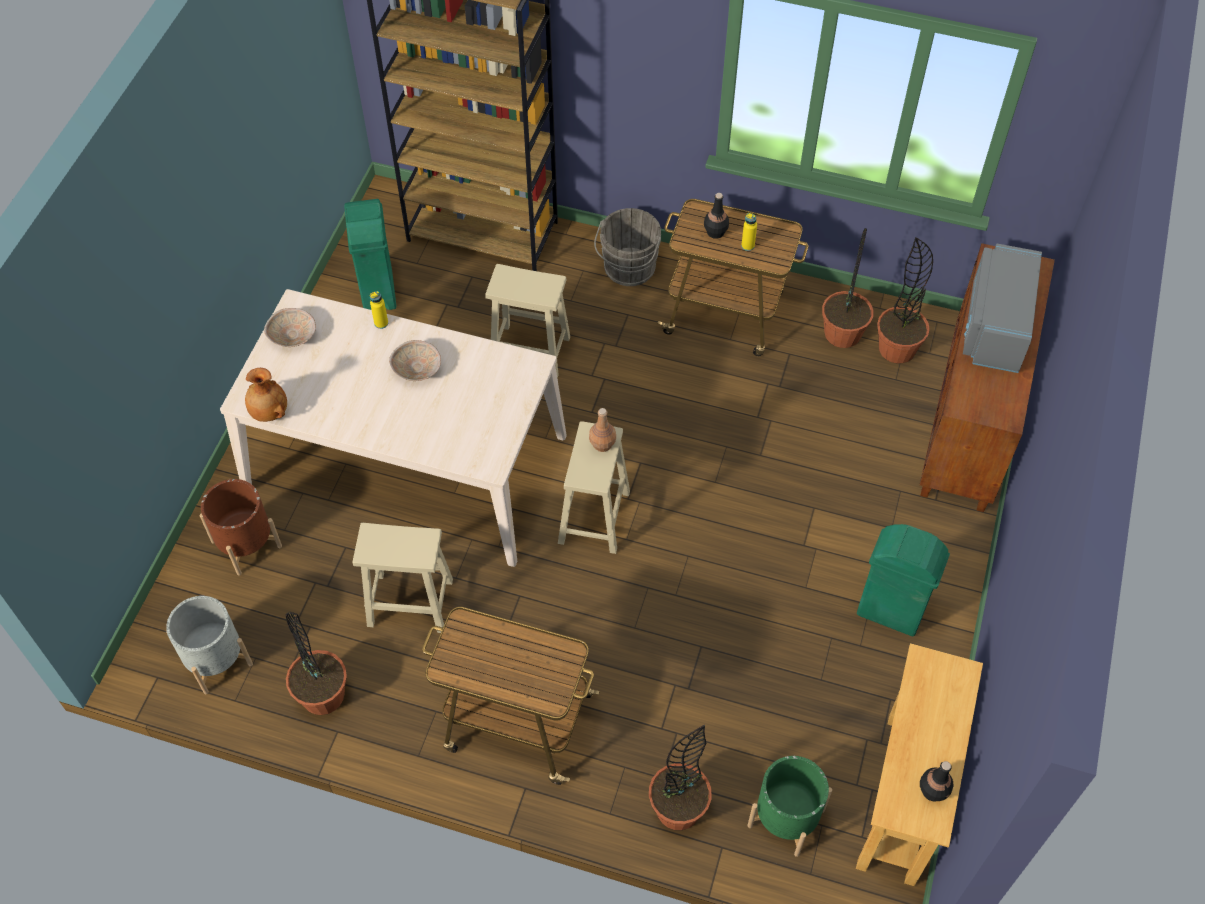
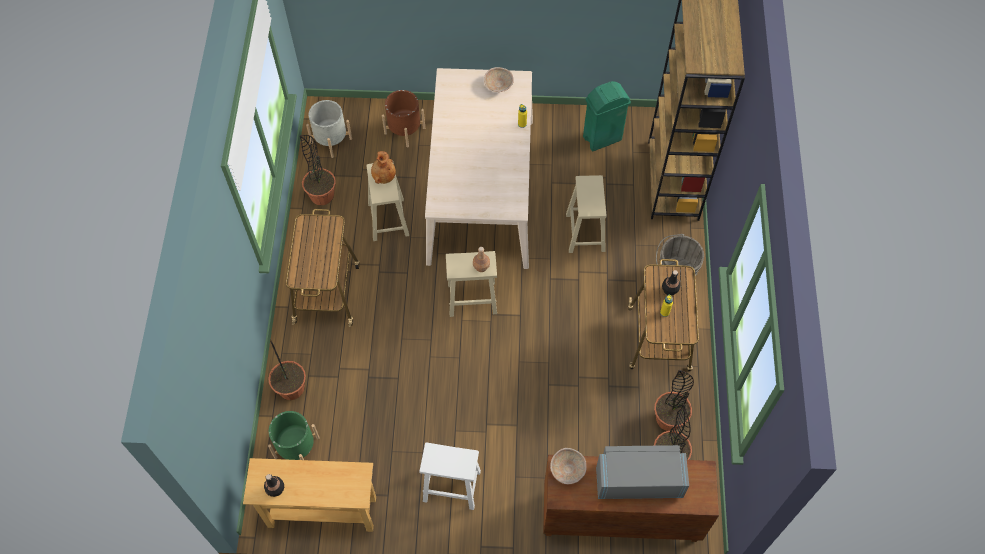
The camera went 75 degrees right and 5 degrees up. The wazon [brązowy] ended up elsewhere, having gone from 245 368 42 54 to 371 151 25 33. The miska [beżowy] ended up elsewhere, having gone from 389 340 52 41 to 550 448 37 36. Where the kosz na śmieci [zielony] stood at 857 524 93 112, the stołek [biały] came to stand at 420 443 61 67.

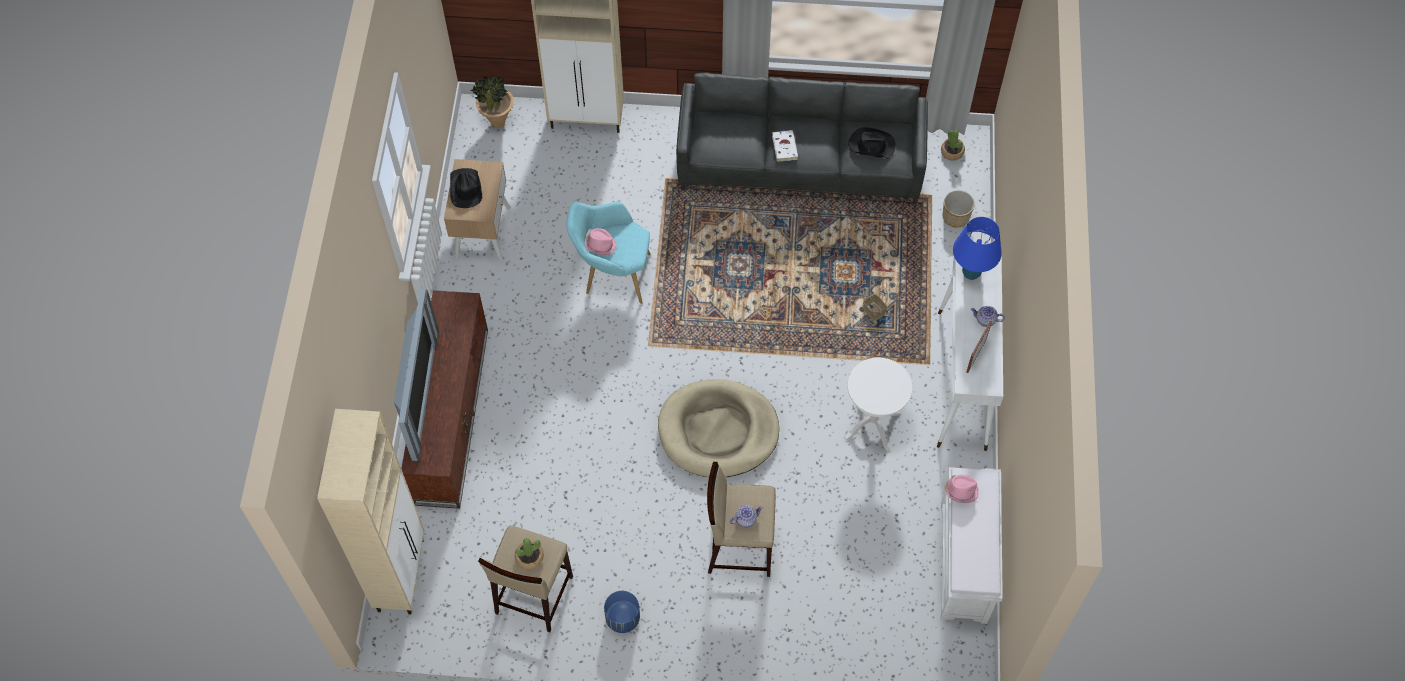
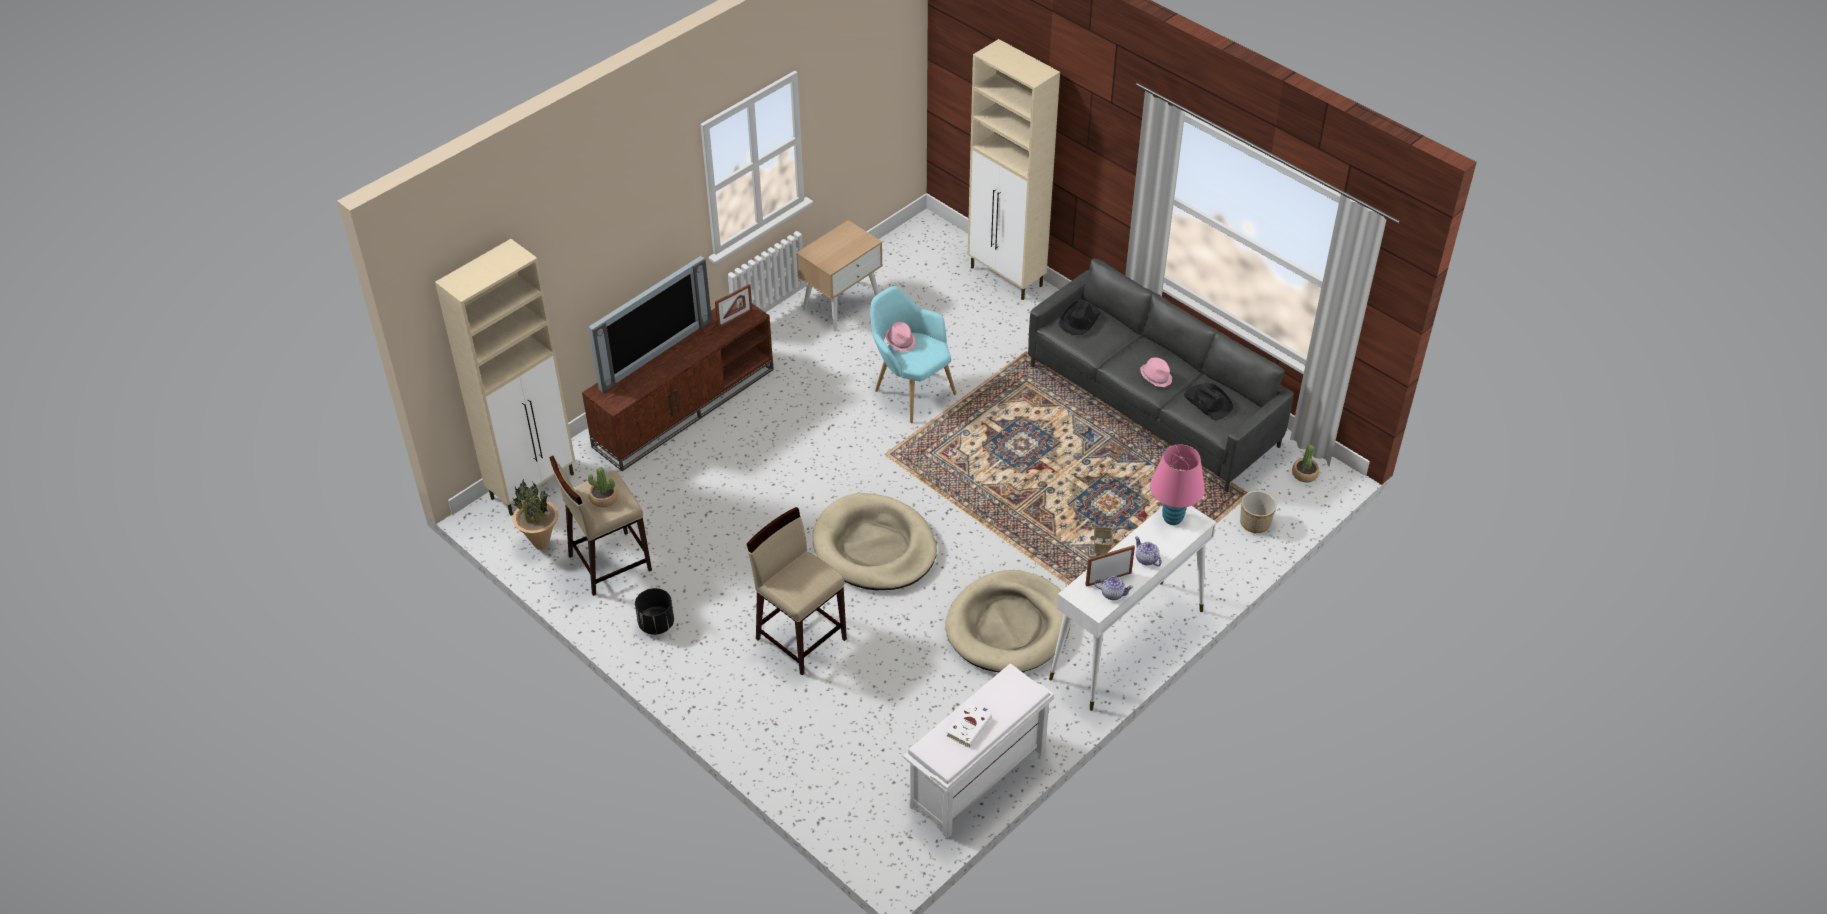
The camera went 40 degrees right and 15 degrees down. The kapelusz [czarny] ended up elsewhere, having gone from 450 168 32 40 to 1059 301 42 34. The roślina doniczkowa ended up elsewhere, having gone from 471 76 43 52 to 513 479 45 71. What was the donica [niebieski] at 604 591 36 42 turned into the donica [czarny] at 635 588 39 47. The imbryk ended up elsewhere, having gone from 730 505 33 22 to 1094 576 40 24. The książka [biały] ended up elsewhere, having gone from 772 129 26 33 to 946 703 46 45. Where the stolik [biały] stood at 844 358 68 93, the legowisko [beżowy] came to stand at 946 570 125 102. The kapelusz [różowy] ended up elsewhere, having gone from 944 475 34 28 to 1140 358 32 29. What was the lampa stołowa [niebieski] at 953 217 49 63 turned into the lampa stołowa [różowy] at 1150 444 55 81. The second view gained the ramka na zdjęcie at 715 284 38 44.

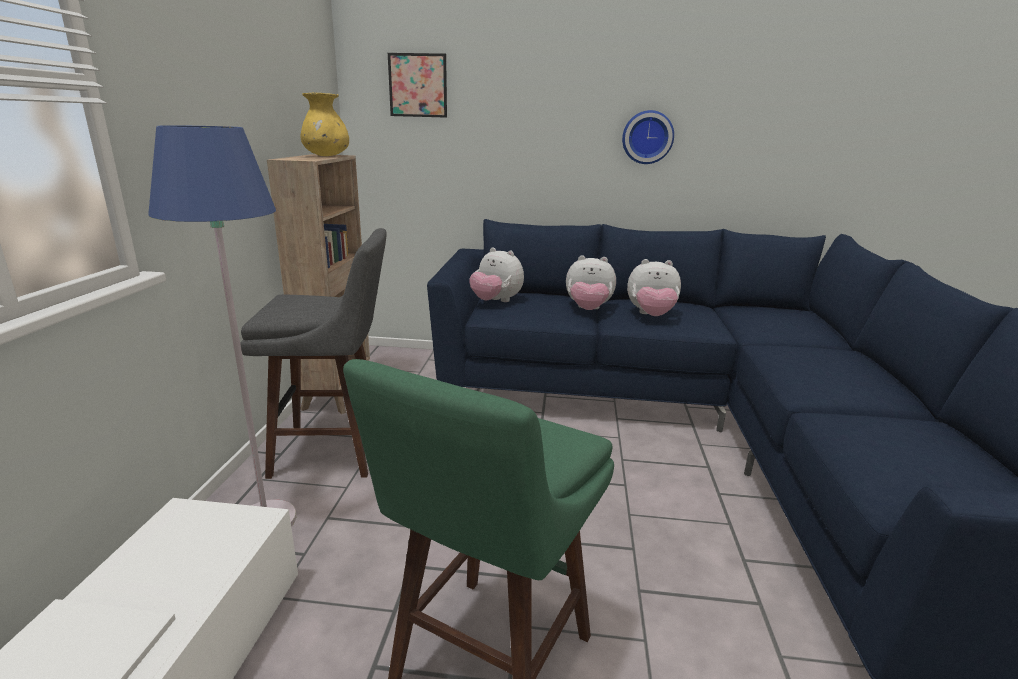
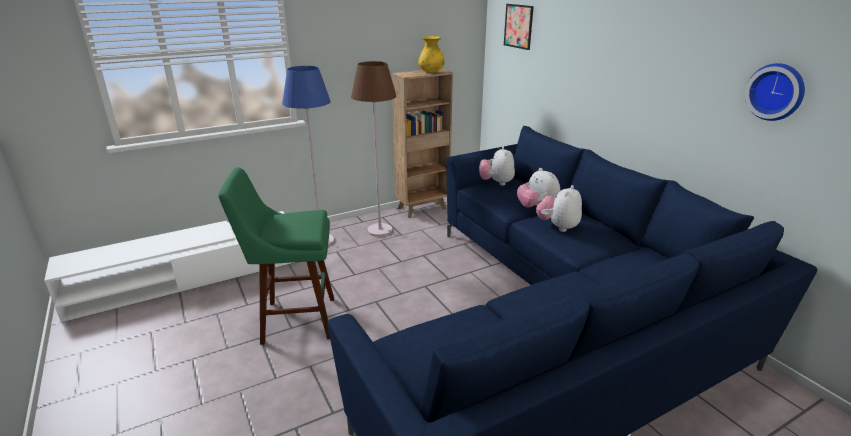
The camera went 55 degrees right and 5 degrees up. Where the stołek [szary] stood at 240 228 146 251, the lampa stojąca [brązowy] came to stand at 351 61 45 176. The zegar ścienny ended up elsewhere, having gone from 622 110 52 54 to 745 63 60 58. The pluszak at 627 259 54 57 ended up facing another way, 60 degrees clockwise from before.

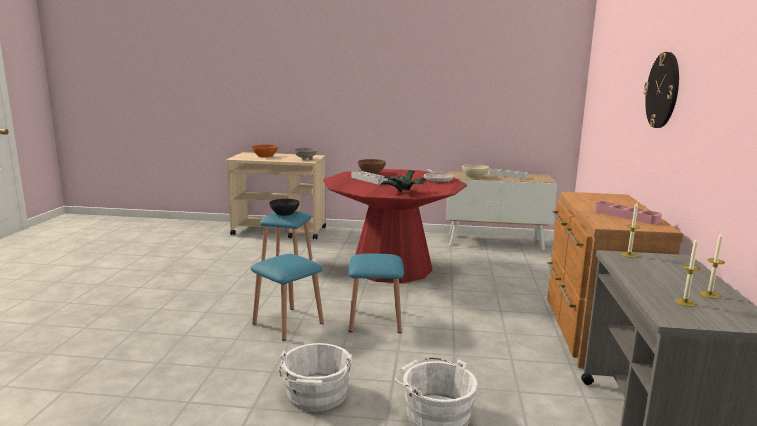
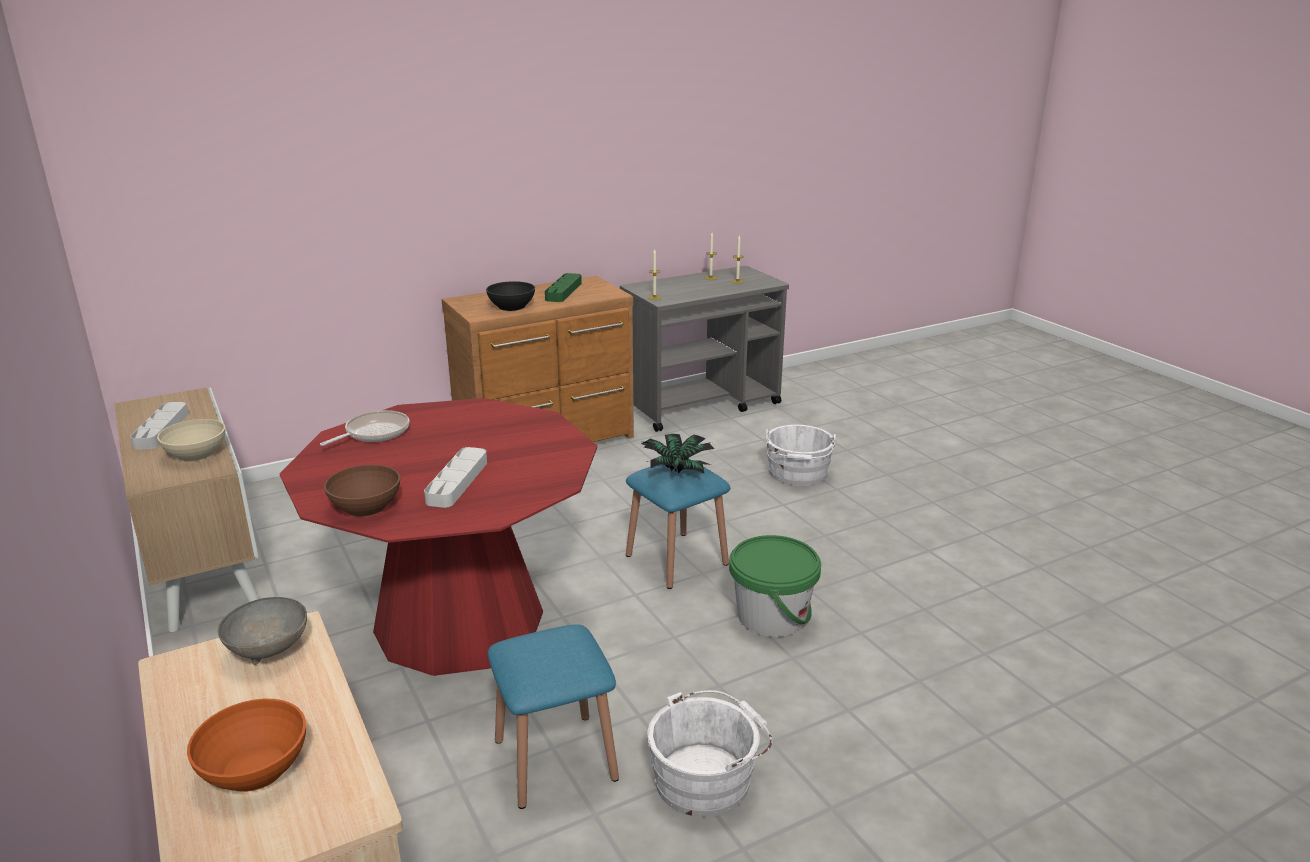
The camera went 125 degrees left and 10 degrees up. Where the stołek [niebieski] stood at 251 254 73 87, the wiadro [zielony] came to stand at 729 535 92 102. The miska [czarny] ended up elsewhere, having gone from 269 199 31 17 to 486 281 49 30. The wiadro [biały] ended up elsewhere, having gone from 279 343 73 69 to 647 690 125 127. The roślina doniczkowa ended up elsewhere, having gone from 380 170 48 22 to 641 434 73 40. What was the taca [różowy] at 594 201 68 23 turned into the taca [zielony] at 545 273 37 29. The second view lost the zegar ścienny at 644 52 35 76.

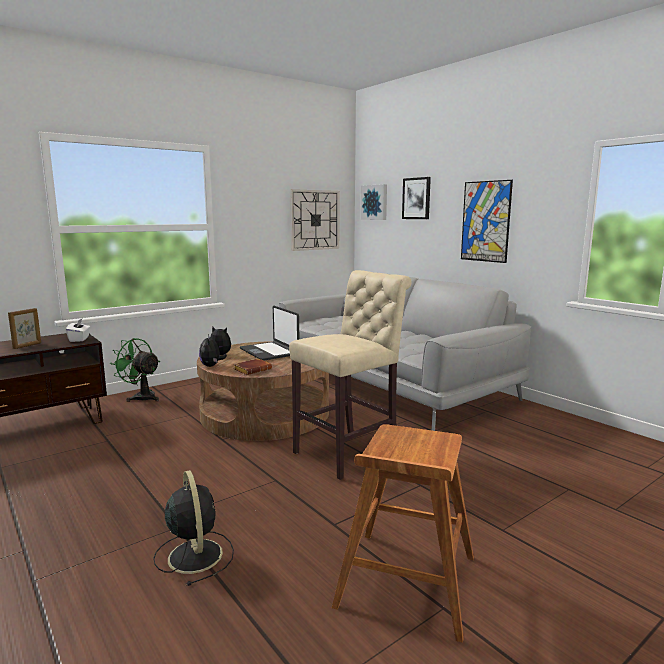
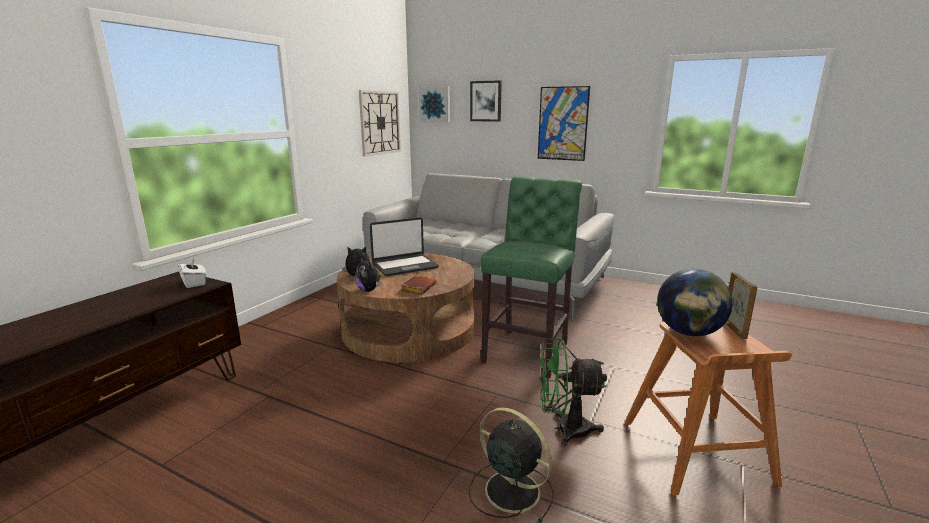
The camera went 25 degrees left and 5 degrees up. The ramka na zdjęcie ended up elsewhere, having gone from 8 308 33 41 to 725 272 32 67. The wentylator [zielony] ended up elsewhere, having gone from 110 338 50 64 to 540 339 67 107. The laptop at 240 306 59 55 ended up facing another way, 60 degrees counterclockwise from before. What was the stołek [beżowy] at 289 270 123 210 turned into the stołek [zielony] at 481 177 101 202. The second view gained the globus at 657 269 75 67.

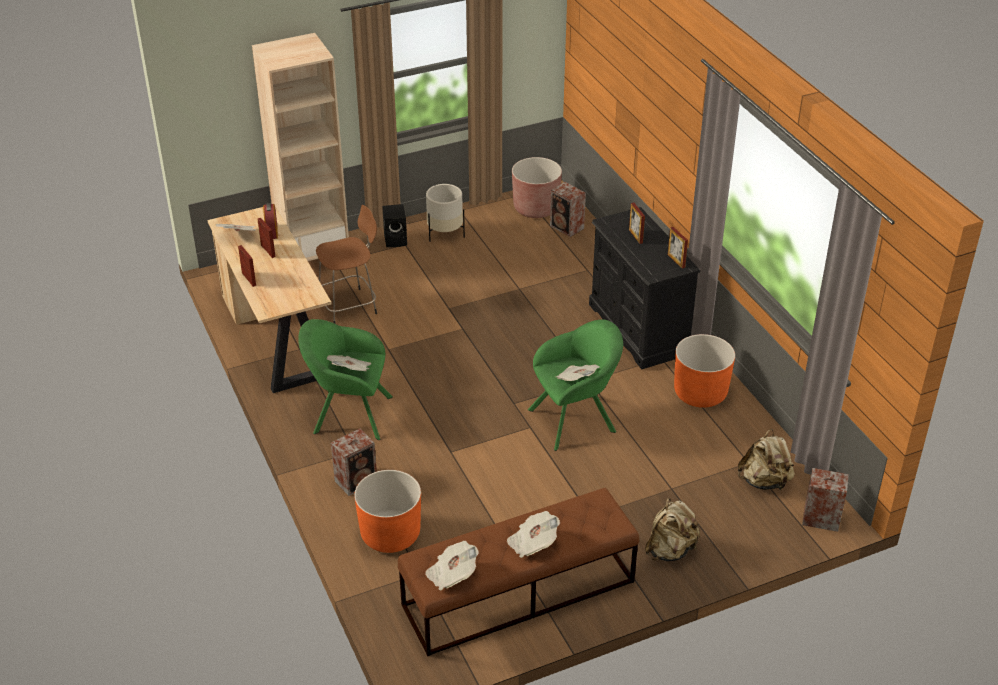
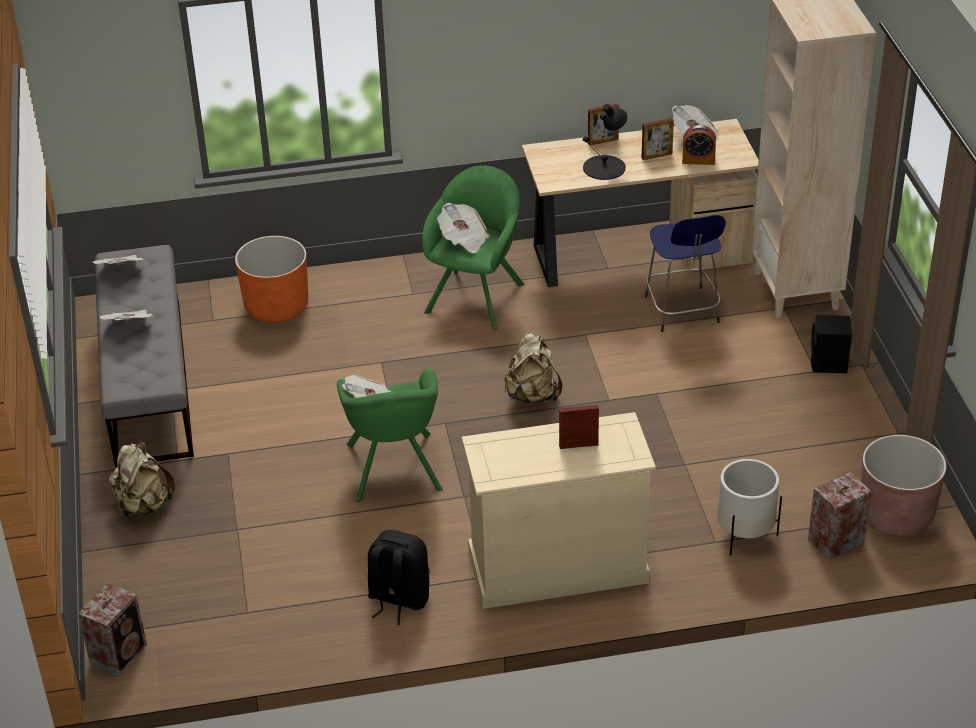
The camera went 105 degrees right and 0 degrees up. What was the stołek [brązowy] at 316 205 61 119 turned into the stołek [niebieski] at 645 215 81 117. The second view lost the głośnik at 331 428 46 68. What was the ławka [brązowy] at 398 488 241 168 turned into the ławka [szary] at 95 245 99 223. The donica [biały] ended up elsewhere, having gone from 426 184 39 58 to 717 459 65 96. What was the komoda [czarny] at 589 207 111 162 turned into the komoda [beżowy] at 462 412 194 197. The second view lost the ramka na zdjęcie at 668 227 20 42. Where the donica [pomarańczowy] stood at 674 334 61 74, the plecak [czarny] came to stand at 368 530 62 95. The plecak [beżowy] ended up elsewhere, having gone from 738 429 57 61 to 505 333 57 71. The second view gained the lampa stołowa [czarny] at 583 104 44 76.

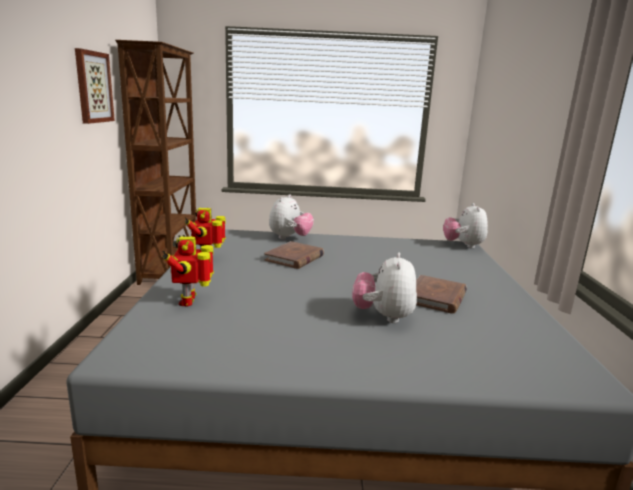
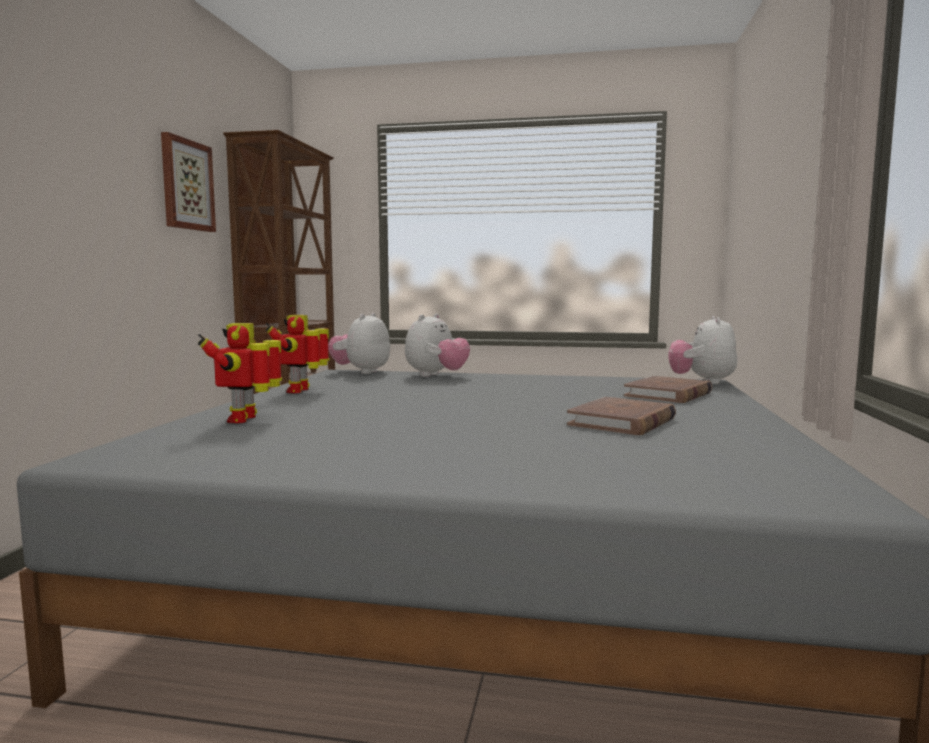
The camera went 10 degrees right and 10 degrees down. The książka [brązowy] ended up elsewhere, having gone from 264 241 60 28 to 624 376 88 27. The pluszak ended up elsewhere, having gone from 352 252 65 71 to 328 313 62 61.

